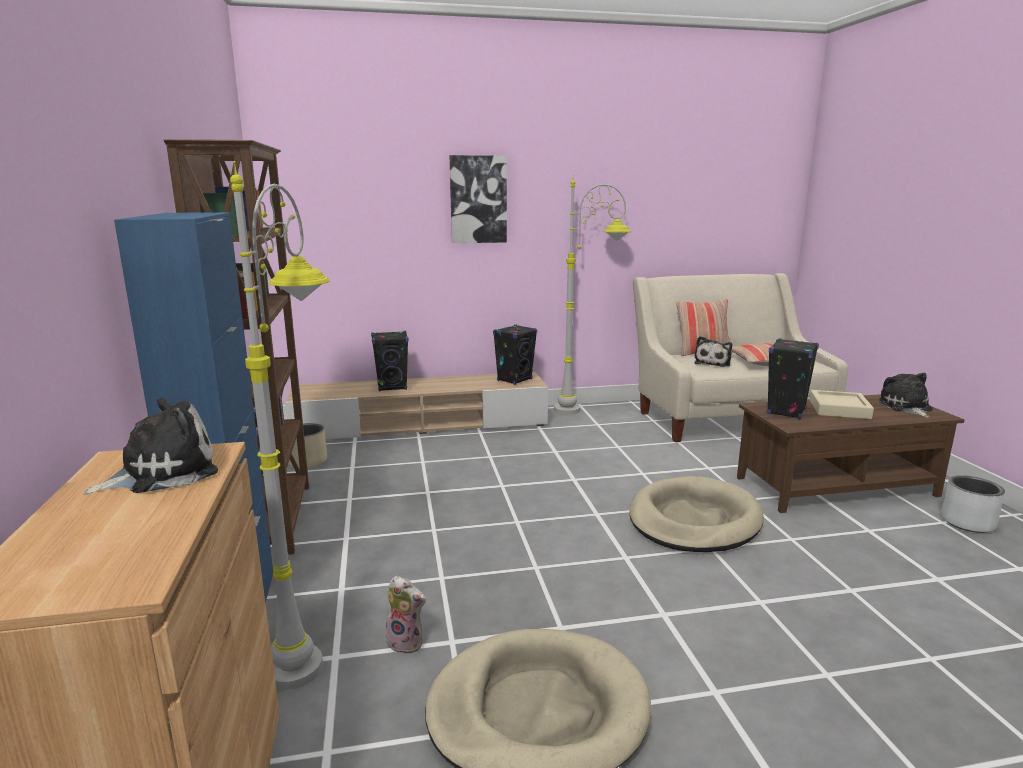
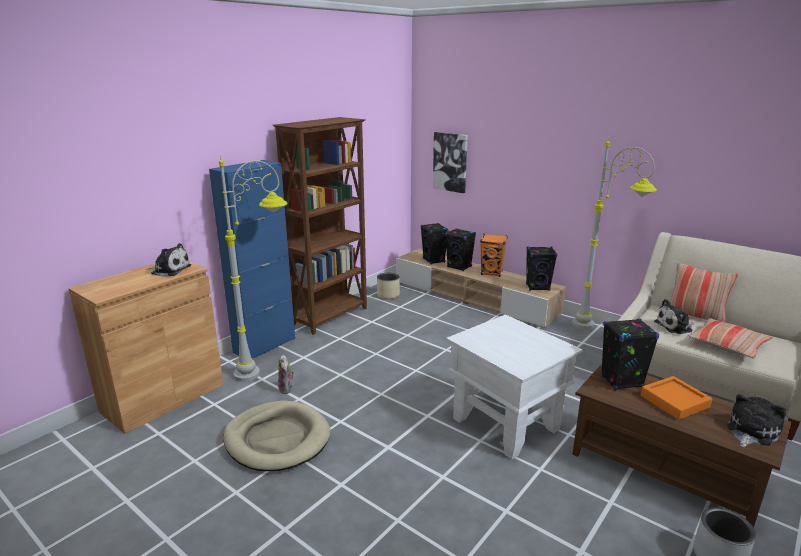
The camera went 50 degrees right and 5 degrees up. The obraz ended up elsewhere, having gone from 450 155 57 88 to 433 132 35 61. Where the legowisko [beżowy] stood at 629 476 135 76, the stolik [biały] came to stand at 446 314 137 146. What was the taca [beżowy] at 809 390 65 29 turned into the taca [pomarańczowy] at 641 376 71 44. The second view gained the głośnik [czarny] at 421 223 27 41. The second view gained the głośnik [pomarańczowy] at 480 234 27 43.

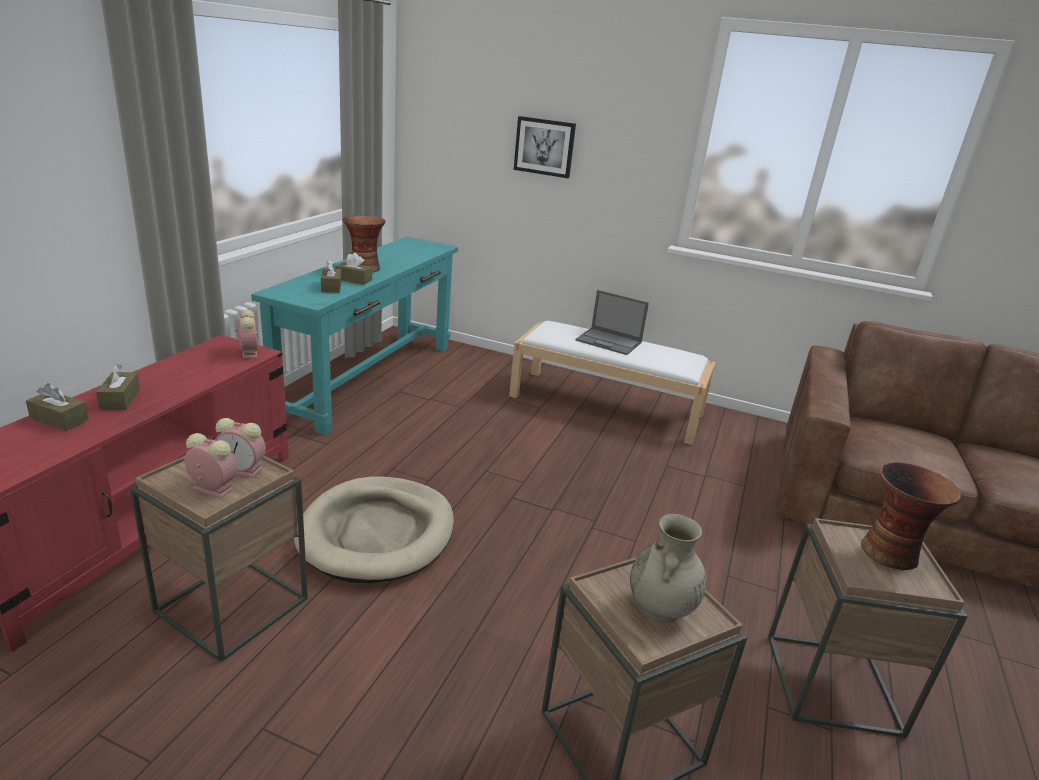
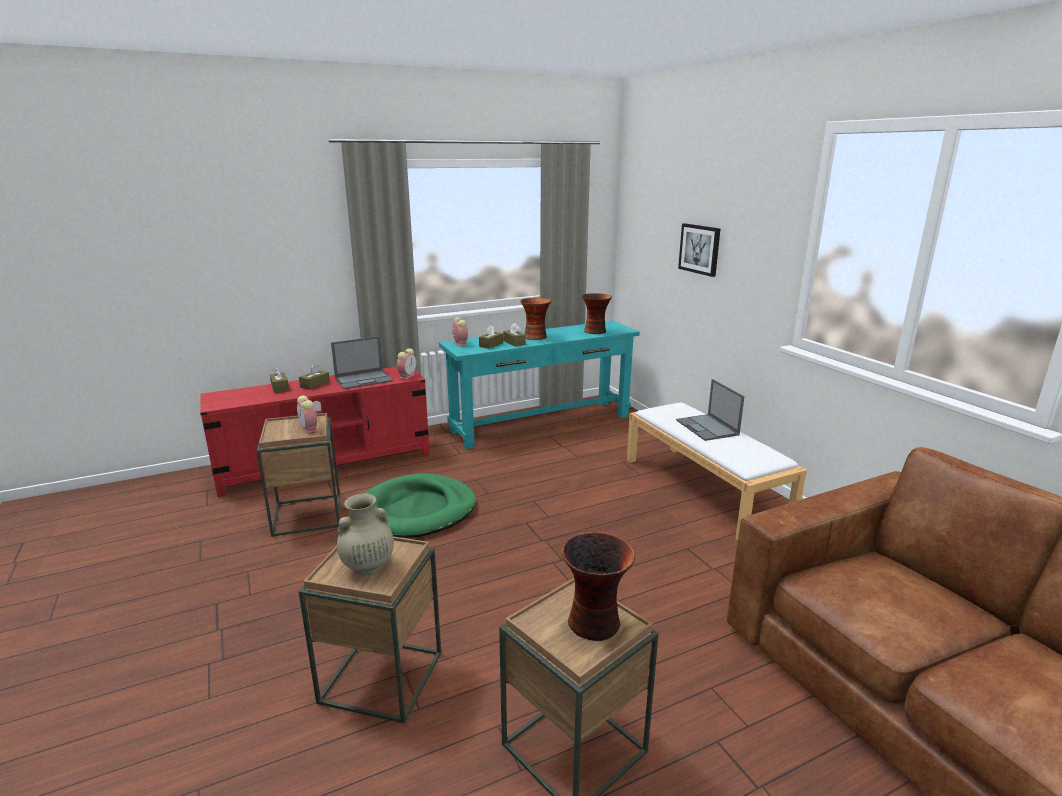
The camera went 45 degrees right and 5 degrees down. The budzik ended up elsewhere, having gone from 185 433 52 66 to 452 317 16 30. What was the legowisko [beżowy] at 294 477 160 106 turned into the legowisko [zielony] at 363 473 113 65. The second view gained the laptop at 331 336 62 53. The second view gained the wazon at 582 293 30 41.

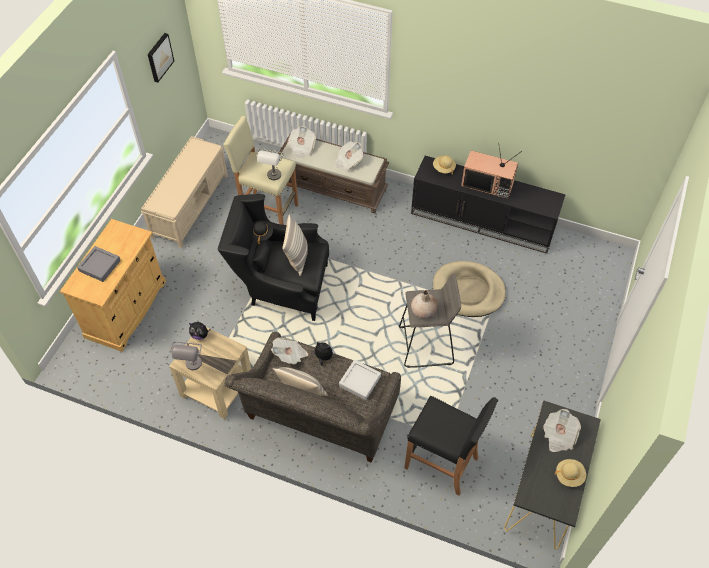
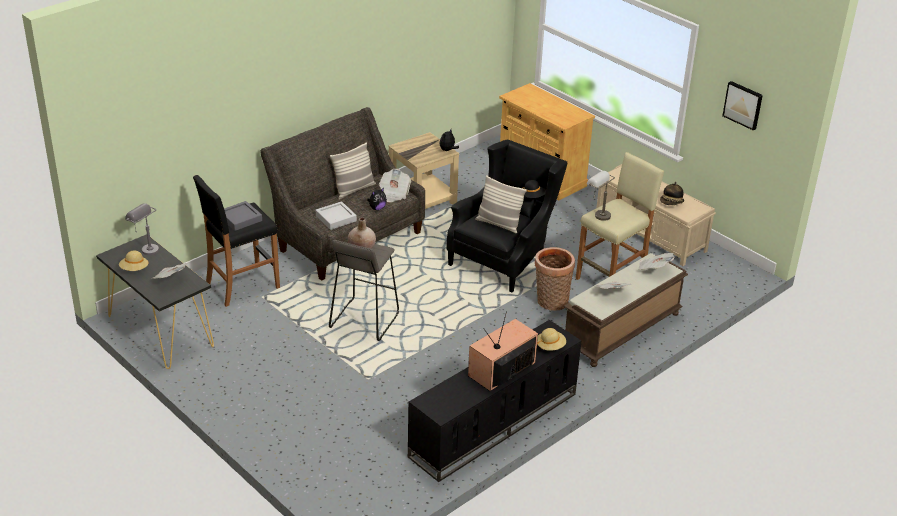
The camera went 115 degrees right and 20 degrees down. The taca [szary] ended up elsewhere, having gone from 77 246 44 36 to 224 201 38 30. The lampa stołowa [szary] ended up elsewhere, having gone from 169 341 33 29 to 125 203 34 52. The second view lost the legowisko [beżowy] at 433 261 73 56. The second view gained the koszyk at 535 247 40 64. The second view gained the kapelusz at 660 182 24 23.

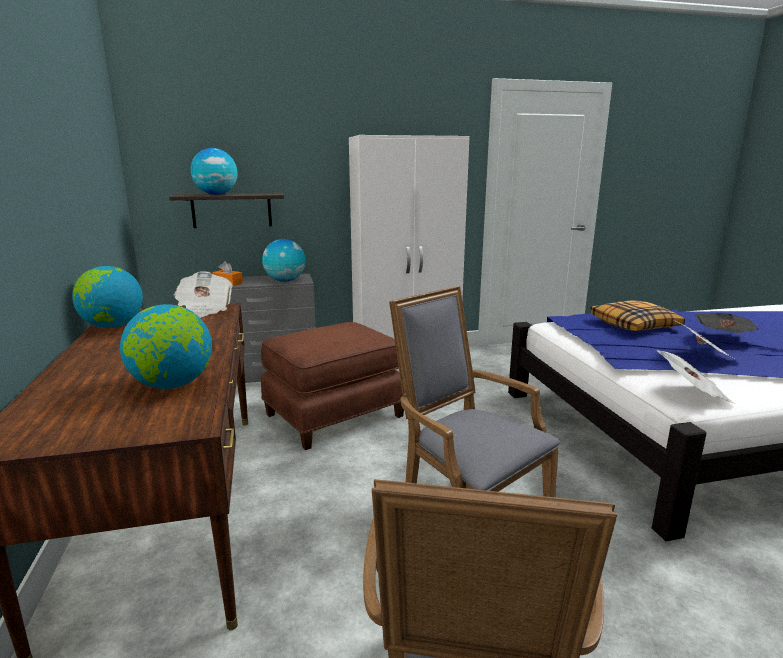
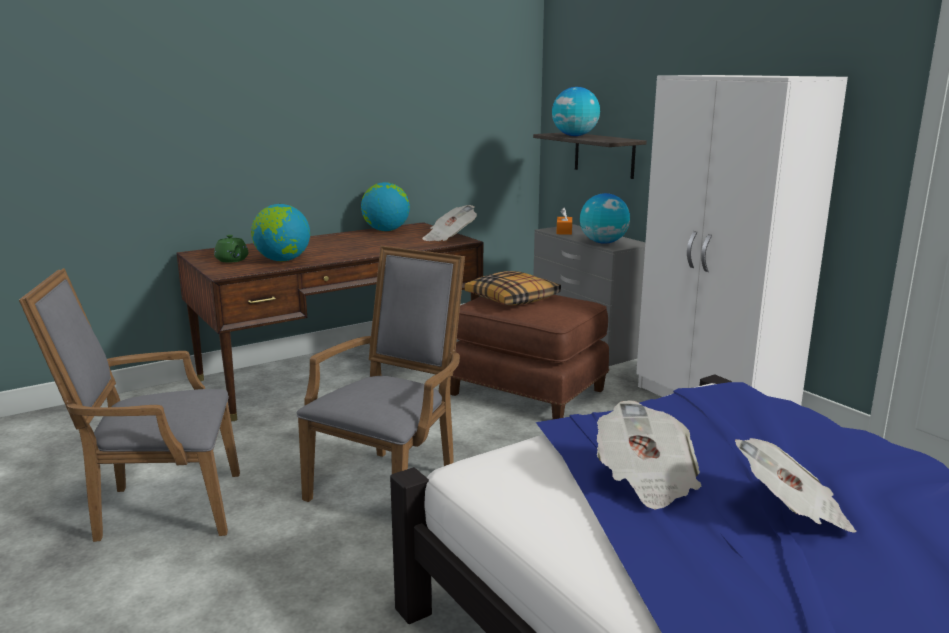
The camera went 70 degrees right and 0 degrees up. The poduszka ended up elsewhere, having gone from 590 300 95 31 to 465 271 96 34. The second view lost the gazeta at 657 350 78 54. The second view gained the imbryk [zielony] at 214 235 34 28.

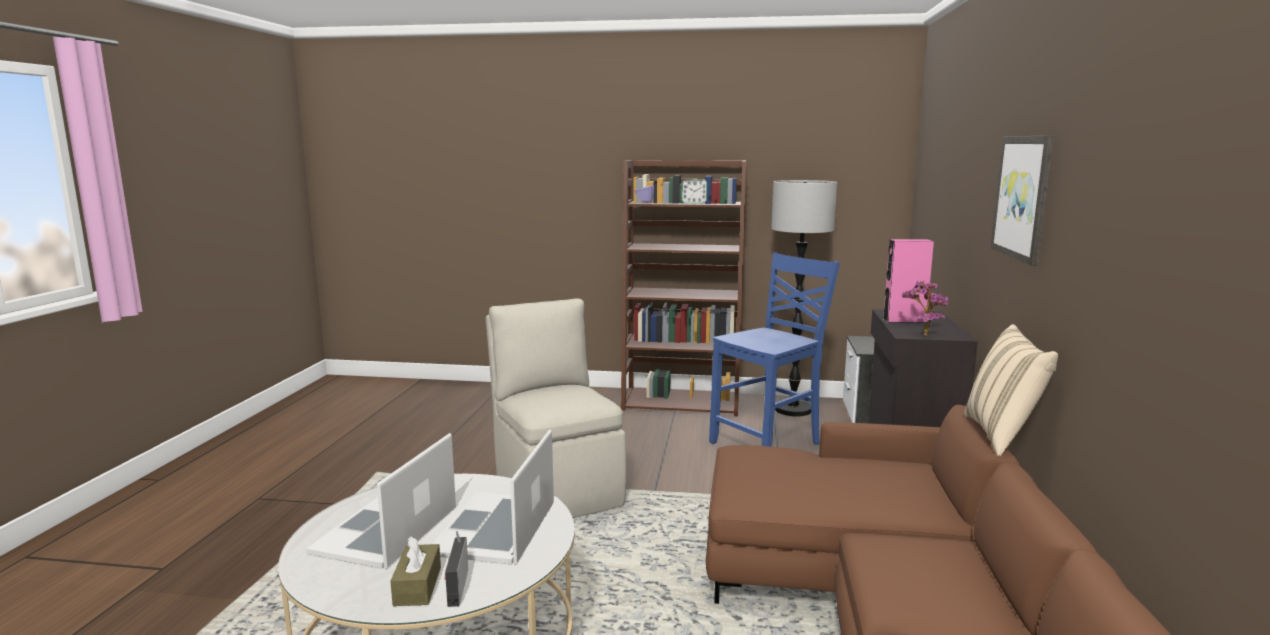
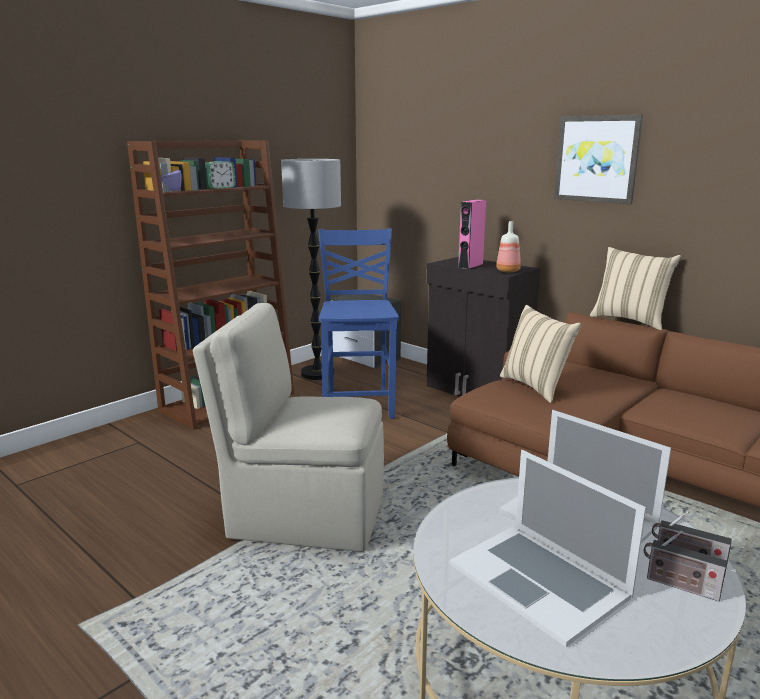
The camera went 55 degrees left and 5 degrees up. Where the pudełko chusteczek [brązowy] stood at 390 536 51 70, the radio came to stand at 644 531 83 70. Where the roślina doniczkowa stood at 902 281 46 55, the butelka came to stand at 496 221 25 51. The second view gained the poduszka [beżowy] at 500 305 81 98.

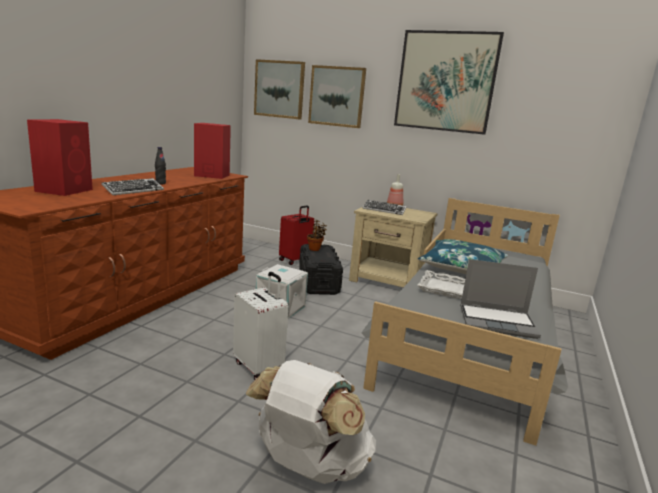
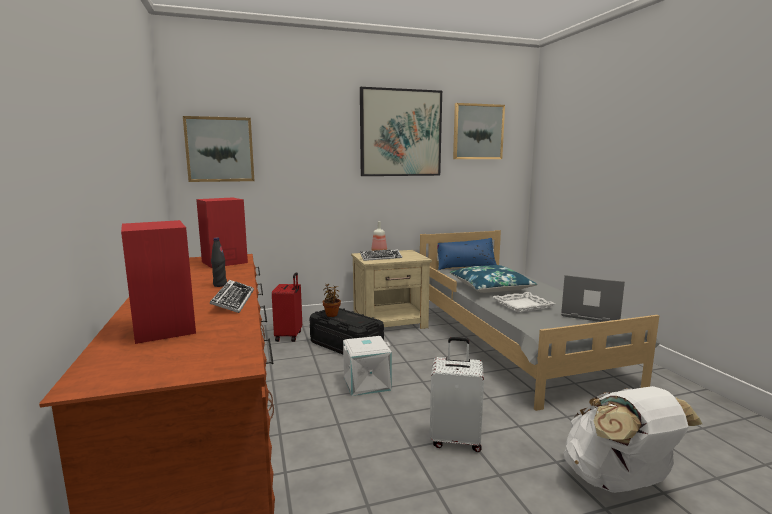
The camera went 40 degrees left and 5 degrees down. The obraz ended up elsewhere, having gone from 308 65 58 63 to 453 103 52 56. The laptop at 460 259 81 80 ended up facing another way, 120 degrees counterclockwise from before. The second view gained the poduszka [niebieski] at 437 238 60 32.

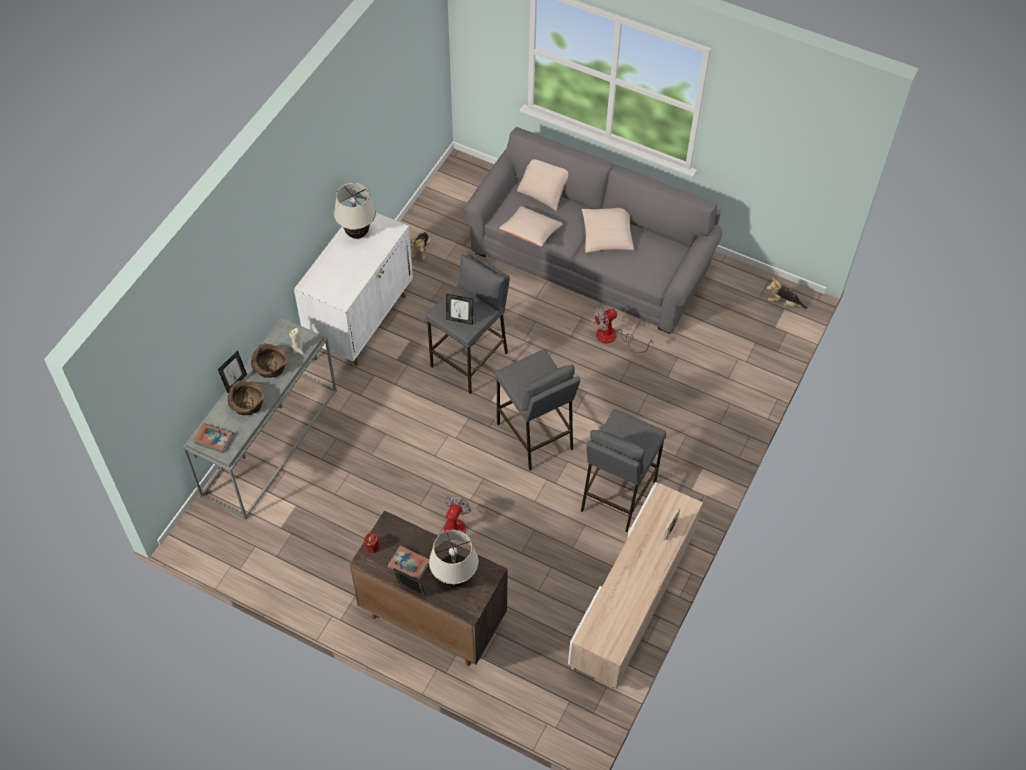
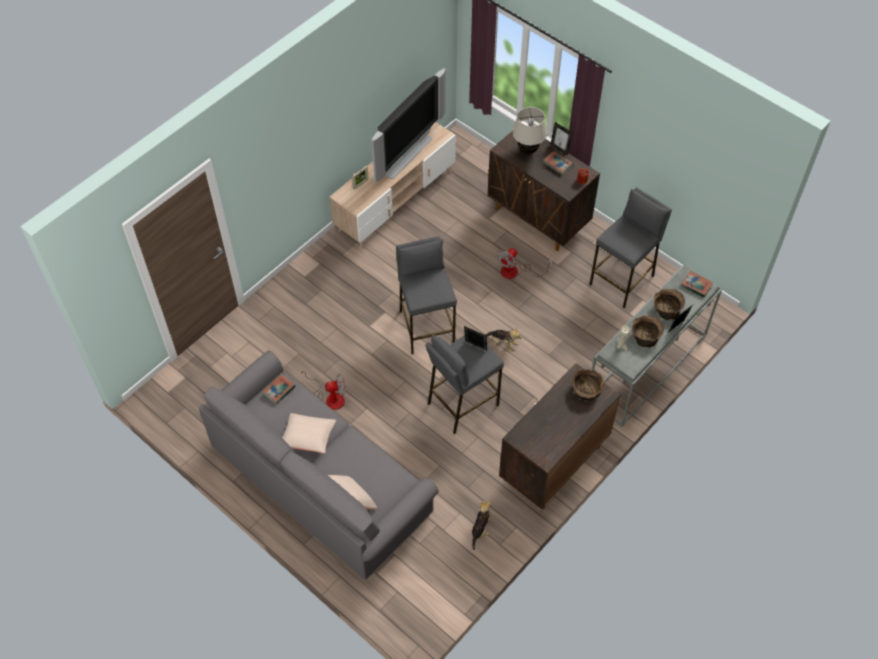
The camera went 165 degrees left and 0 degrees up. What was the szafka [biały] at 294 205 119 161 turned into the szafka [brązowy] at 499 363 122 146. The second view lost the lampa stołowa [beżowy] at 334 183 42 56. The second view lost the poduszka [beżowy] at 499 206 64 41. The stołek [szary] ended up elsewhere, having gone from 581 409 85 123 to 589 187 83 121. The pluszak ended up elsewhere, having gone from 767 278 41 31 to 485 328 37 24. The second view gained the książka at 262 374 34 30. The second view gained the telewizor at 372 69 74 113. The second view gained the miska [brązowy] at 572 369 33 31.

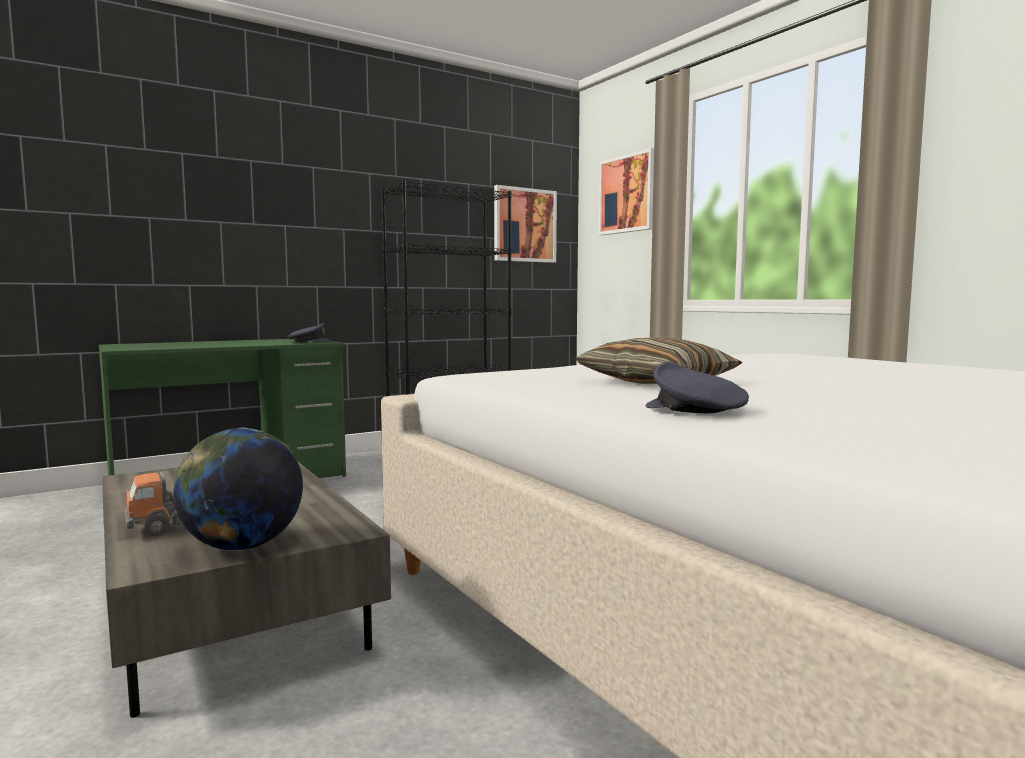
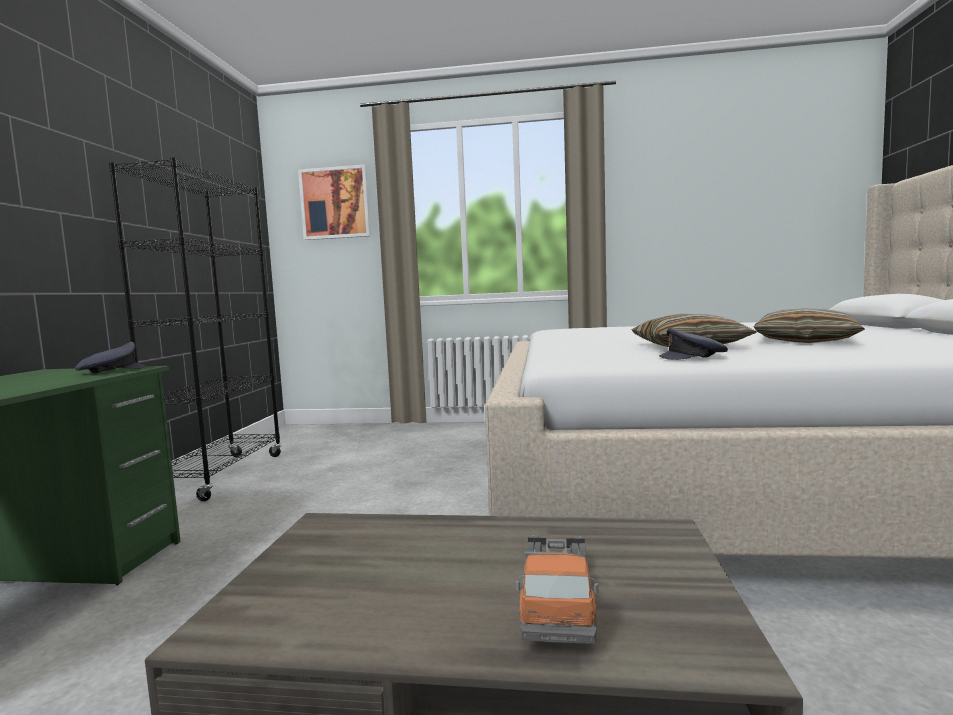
The camera went 50 degrees left and 0 degrees up. The second view lost the globus at 173 428 130 123. The second view lost the obraz at 494 185 63 78. The czapka z daszkiem [szary] ended up elsewhere, having gone from 645 361 104 53 to 659 328 69 32. The second view gained the poduszka at 754 308 111 35.

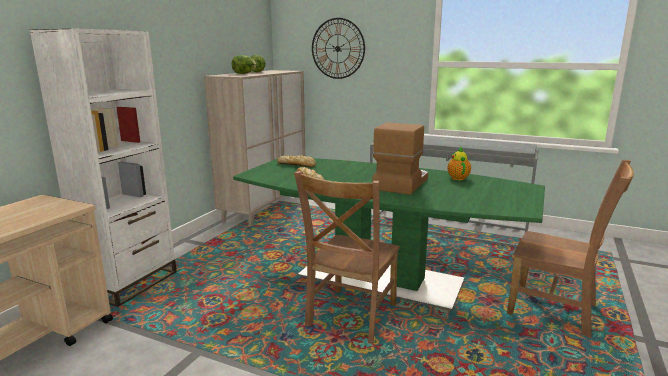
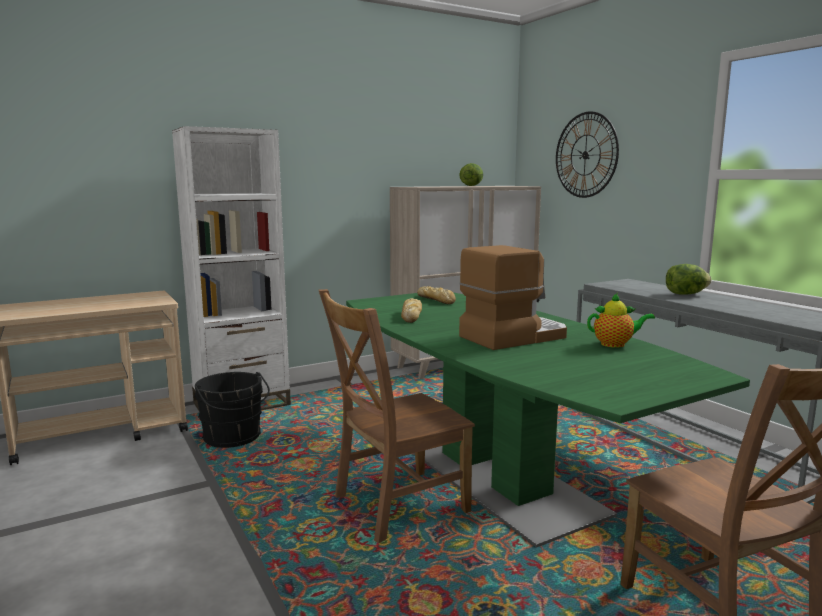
The camera went 35 degrees right and 5 degrees down. The sałata ended up elsewhere, having gone from 232 55 25 19 to 666 264 45 31. The imbryk at 447 147 24 34 ended up facing another way, 60 degrees clockwise from before. The second view gained the wiadro [czarny] at 194 372 76 76.

